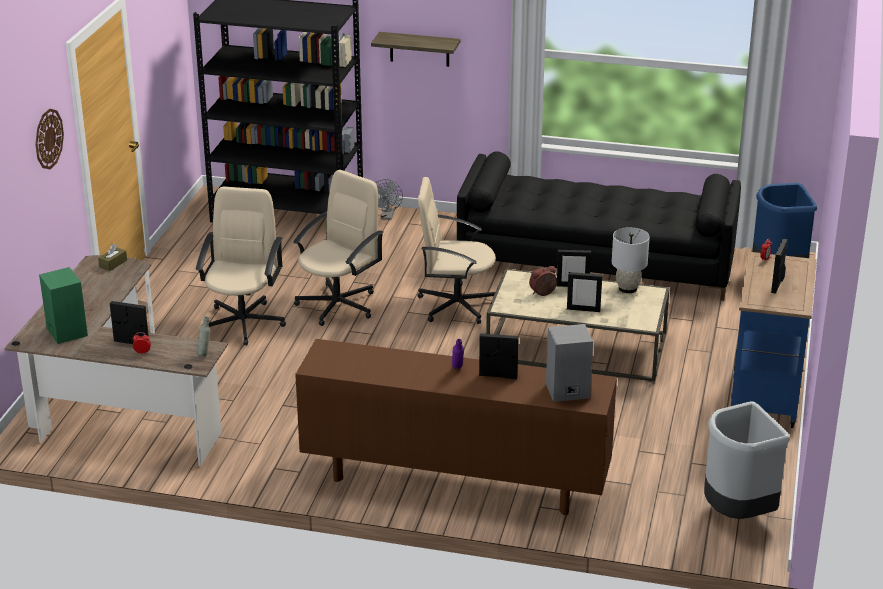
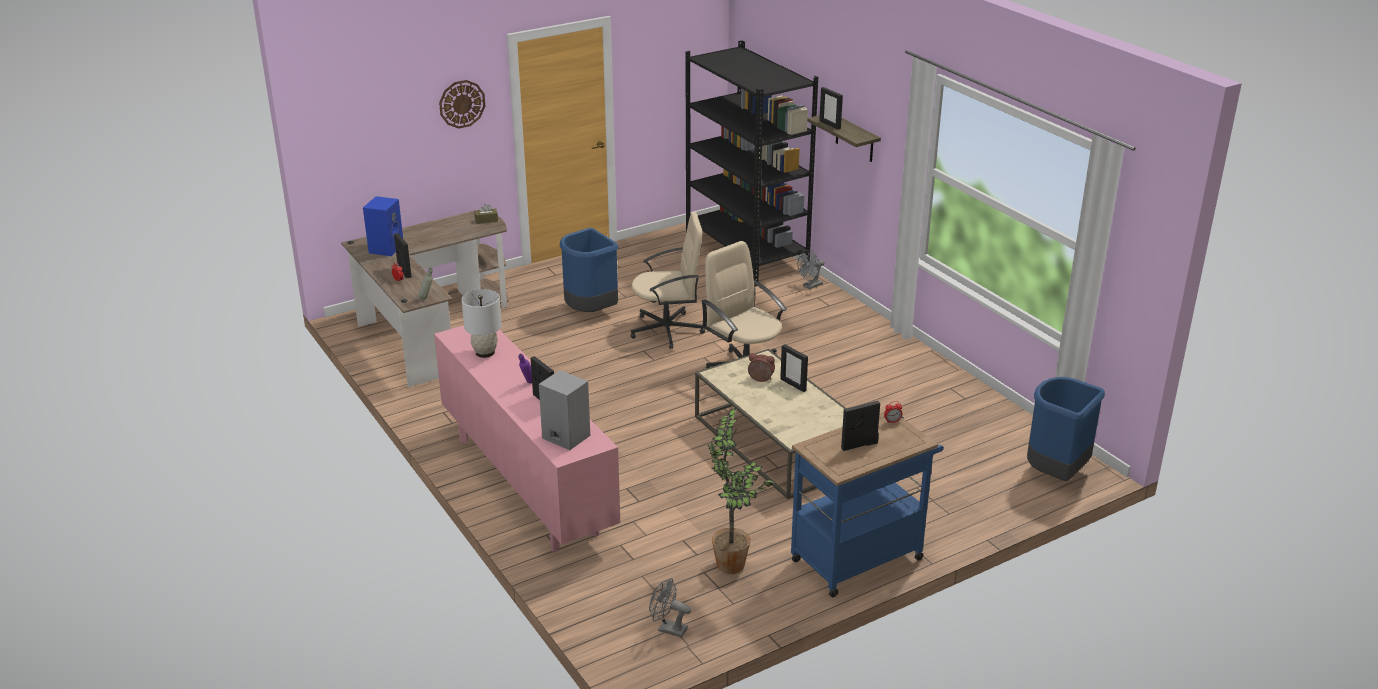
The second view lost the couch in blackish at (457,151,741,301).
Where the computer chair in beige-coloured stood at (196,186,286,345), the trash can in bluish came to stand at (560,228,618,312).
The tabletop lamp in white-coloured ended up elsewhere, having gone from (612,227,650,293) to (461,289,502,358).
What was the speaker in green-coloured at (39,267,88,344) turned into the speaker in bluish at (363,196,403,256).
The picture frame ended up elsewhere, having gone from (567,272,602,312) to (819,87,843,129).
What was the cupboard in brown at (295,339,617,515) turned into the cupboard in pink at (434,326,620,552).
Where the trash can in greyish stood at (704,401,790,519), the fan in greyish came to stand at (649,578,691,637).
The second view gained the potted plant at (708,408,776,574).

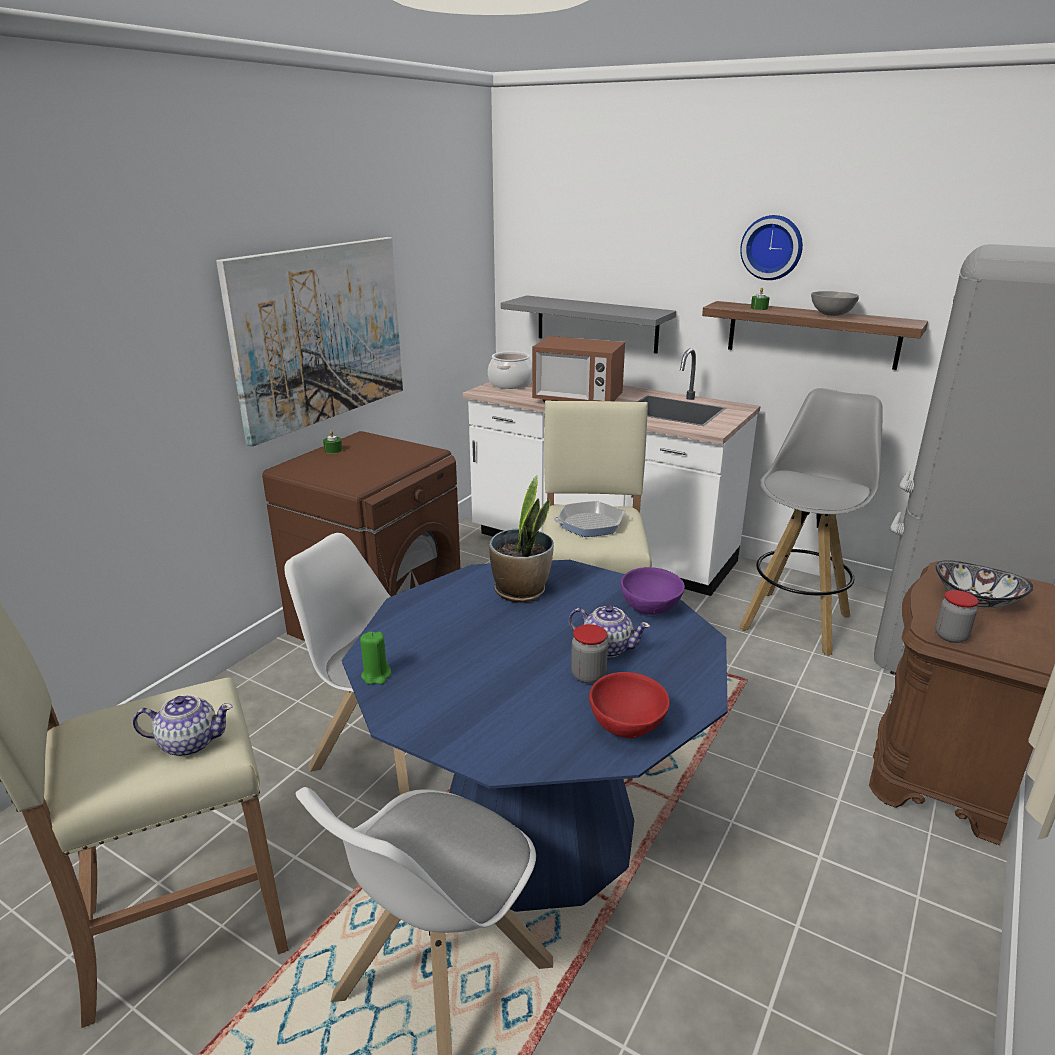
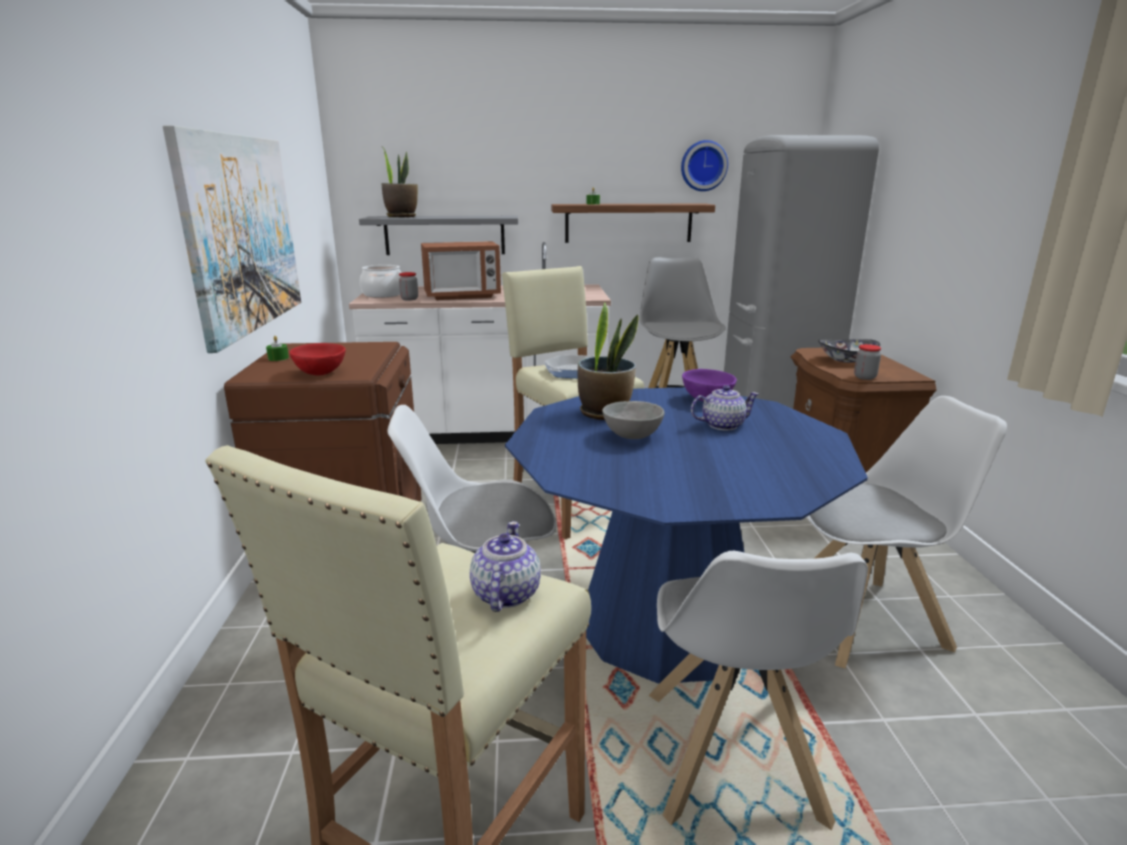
The hanging clock ended up elsewhere, having gone from (740,215,803,280) to (681,140,728,191).
The bowl in greyish ended up elsewhere, having gone from (811,291,859,316) to (602,401,664,439).
The preserve jar ended up elsewhere, having gone from (571,624,608,684) to (399,272,418,300).
The second view lost the candle in green-coloured at (360,631,391,684).
The bowl in reddish ended up elsewhere, having gone from (589,672,670,738) to (289,343,346,376).
The teapot at (133,695,233,757) ended up facing another way, 45 degrees counterclockwise from before.
The second view gained the potted plant at (382,148,418,218).
The second view gained the upright chair at (807,396,1007,668).

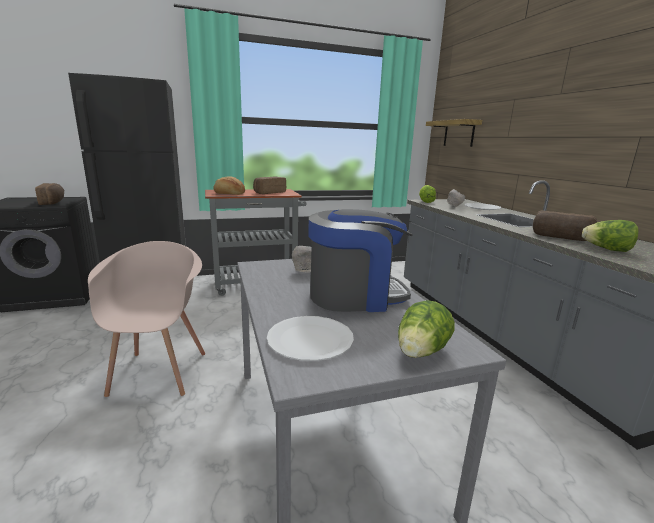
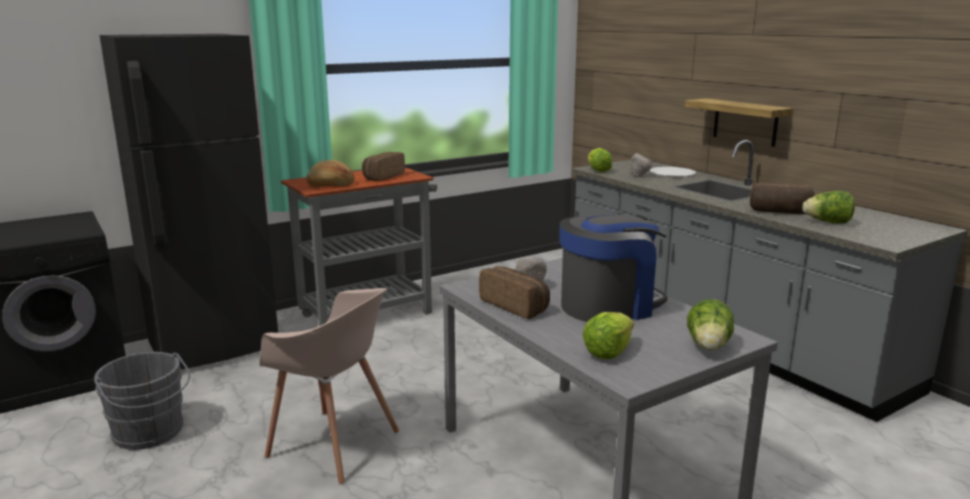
The shelf ended up elsewhere, having gone from (426,119,482,147) to (685,98,793,147).
The bread ended up elsewhere, having gone from (35,183,64,205) to (479,266,550,319).
The upright chair in beige-coloured at (88,241,205,397) ended up facing another way, 135 degrees clockwise from before.
Where the dinner plate in white-coloured stood at (267,316,354,361), the lettuce head came to stand at (583,312,634,359).
The second view gained the bucket in greyish at (94,352,190,450).

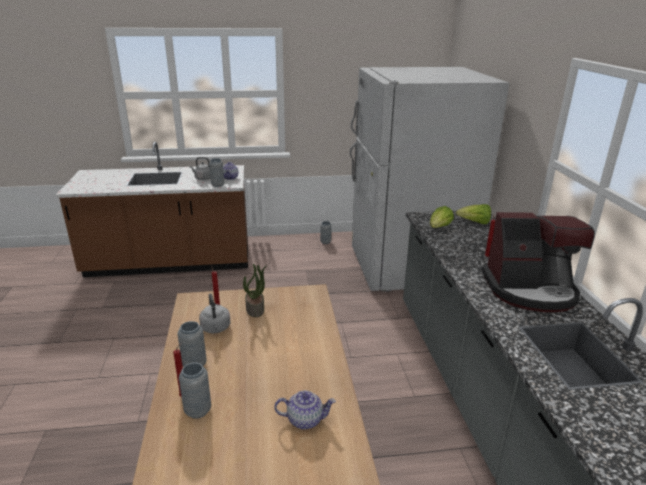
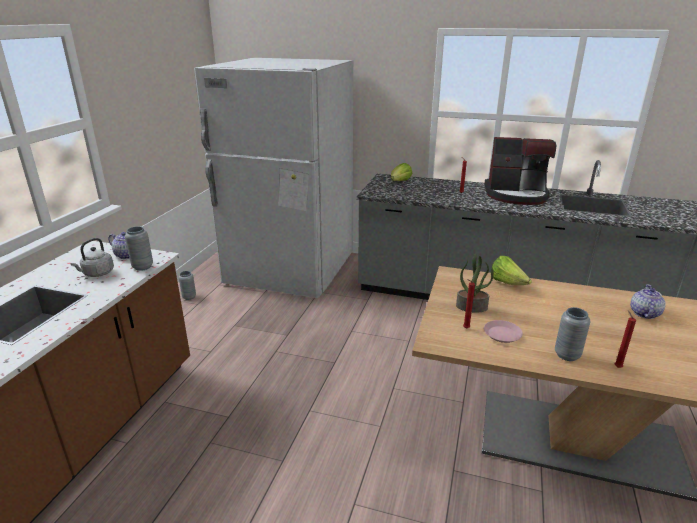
The lettuce head ended up elsewhere, having gone from (430,206,454,228) to (492,256,532,285).
The coffee brewer at (482,212,595,312) ended up facing another way, 75 degrees clockwise from before.
Where the kettle in greyish stood at (199,294,230,333), the dinner plate in pink came to stand at (484,320,523,343).
The second view lost the vase in greyish at (179,363,211,419).

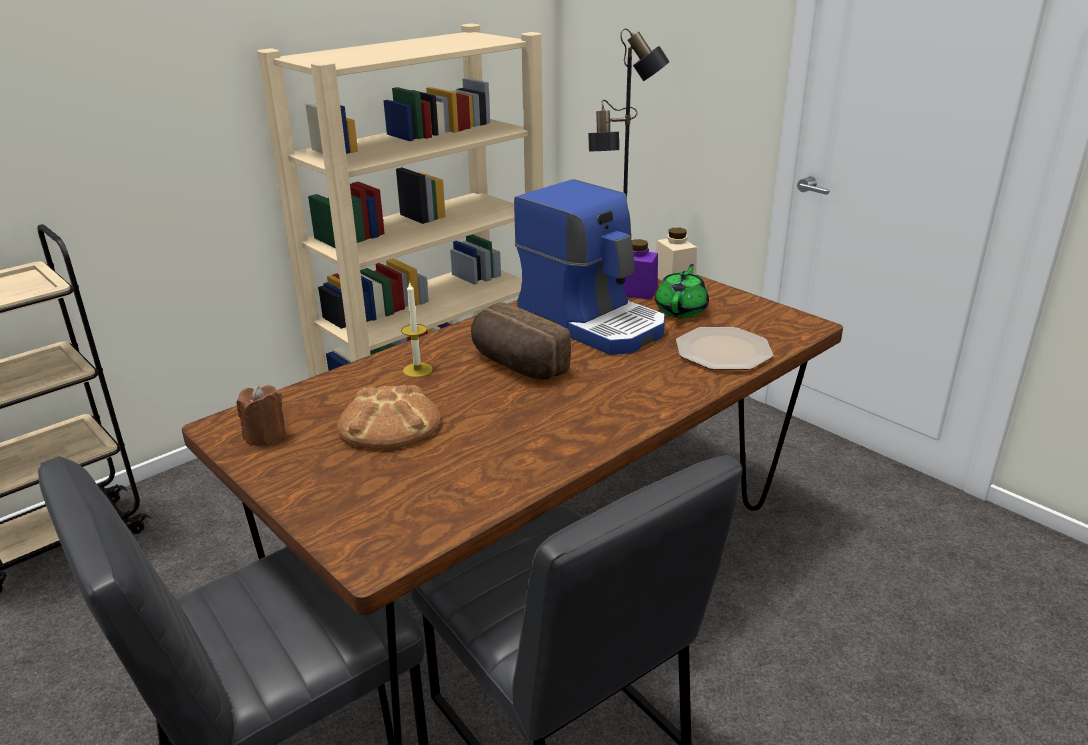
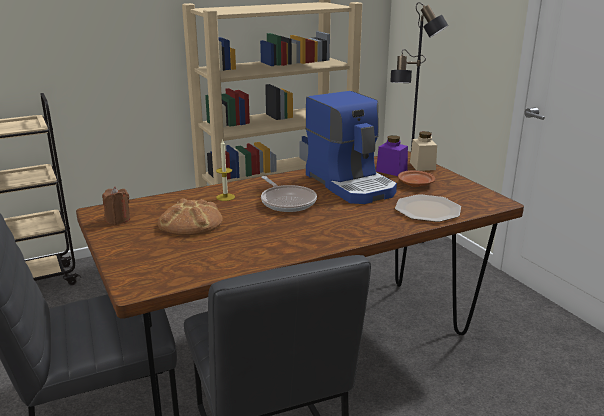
Where the teapot in green-coloured stood at (655,264,709,318), the dinner plate in brown came to stand at (398,170,435,187).
Where the bread stood at (471,302,571,380), the pan came to stand at (261,176,317,212).

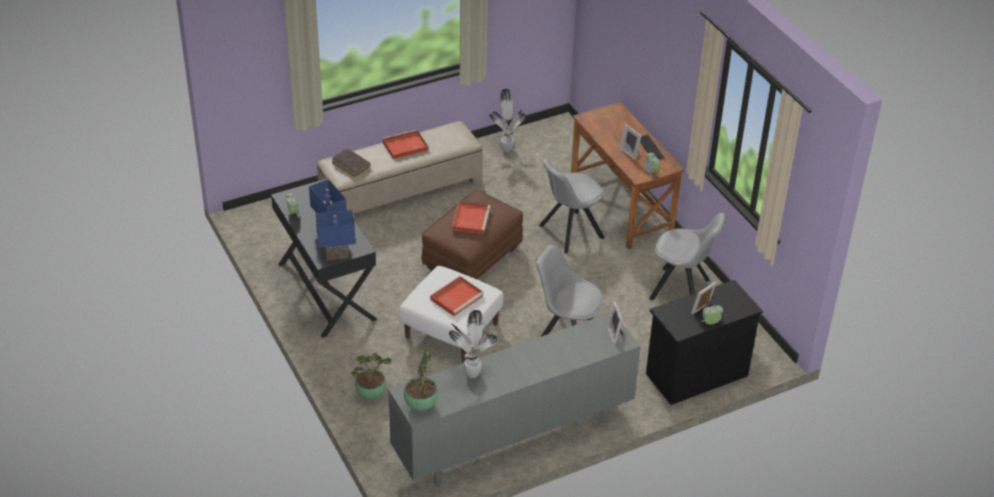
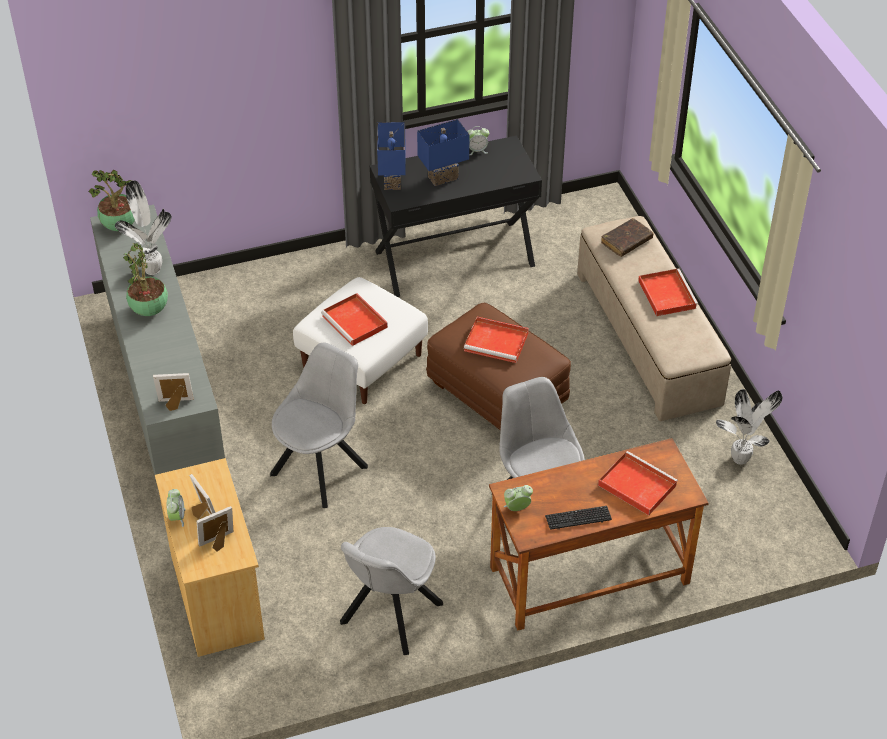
The picture frame ended up elsewhere, having gone from (620,125,642,160) to (196,506,233,551).
What was the drawer chest in blackish at (646,280,763,405) turned into the drawer chest in beige-coloured at (155,458,265,657).
The potted plant ended up elsewhere, having gone from (351,353,392,400) to (123,243,168,316).
The second view gained the carrying tray in reddish at (598,451,678,515).

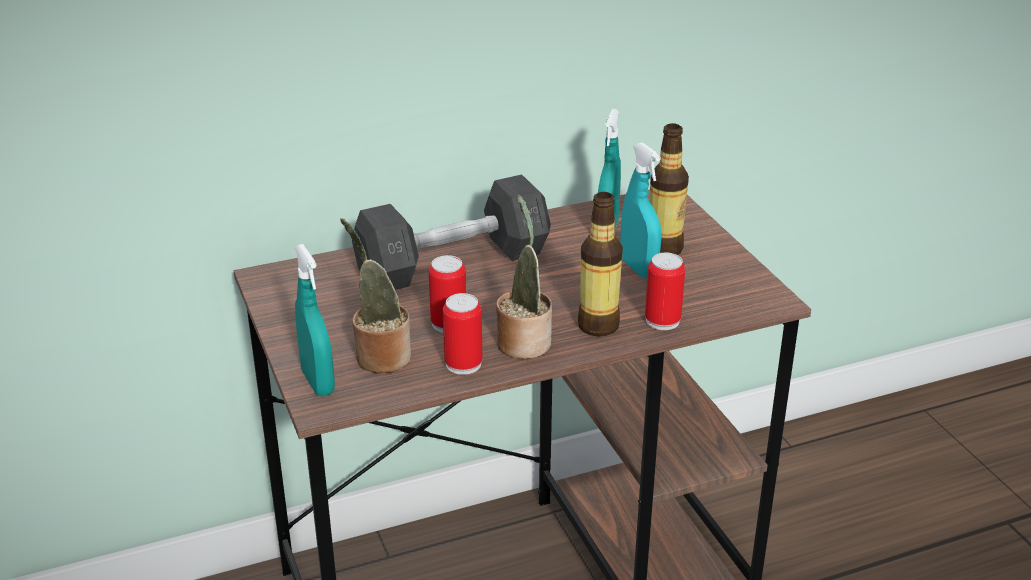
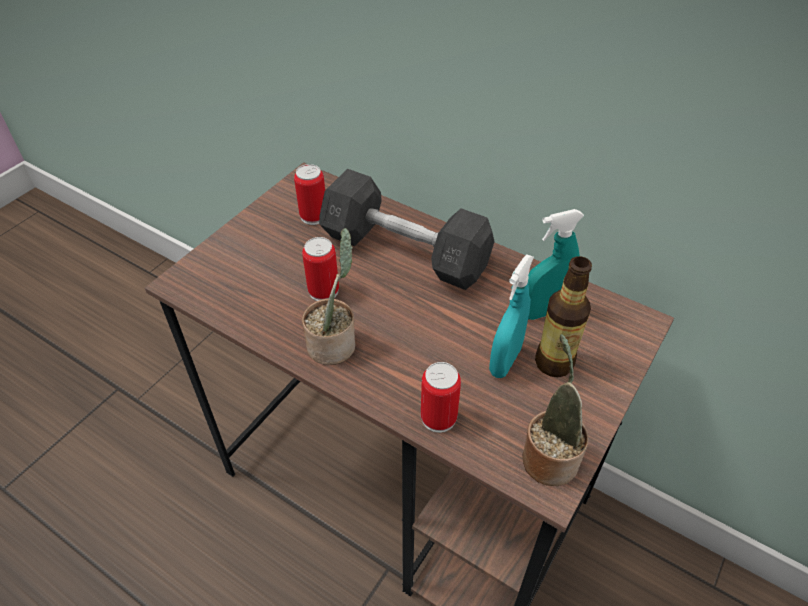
The second view lost the beverage bottle at (578,192,623,337).
The potted plant ended up elsewhere, having gone from (341,218,411,374) to (522,334,588,486).
The second view lost the hand sprayer in blue-green at (295,244,335,396).
The can ended up elsewhere, having gone from (443,293,482,375) to (294,164,325,225).

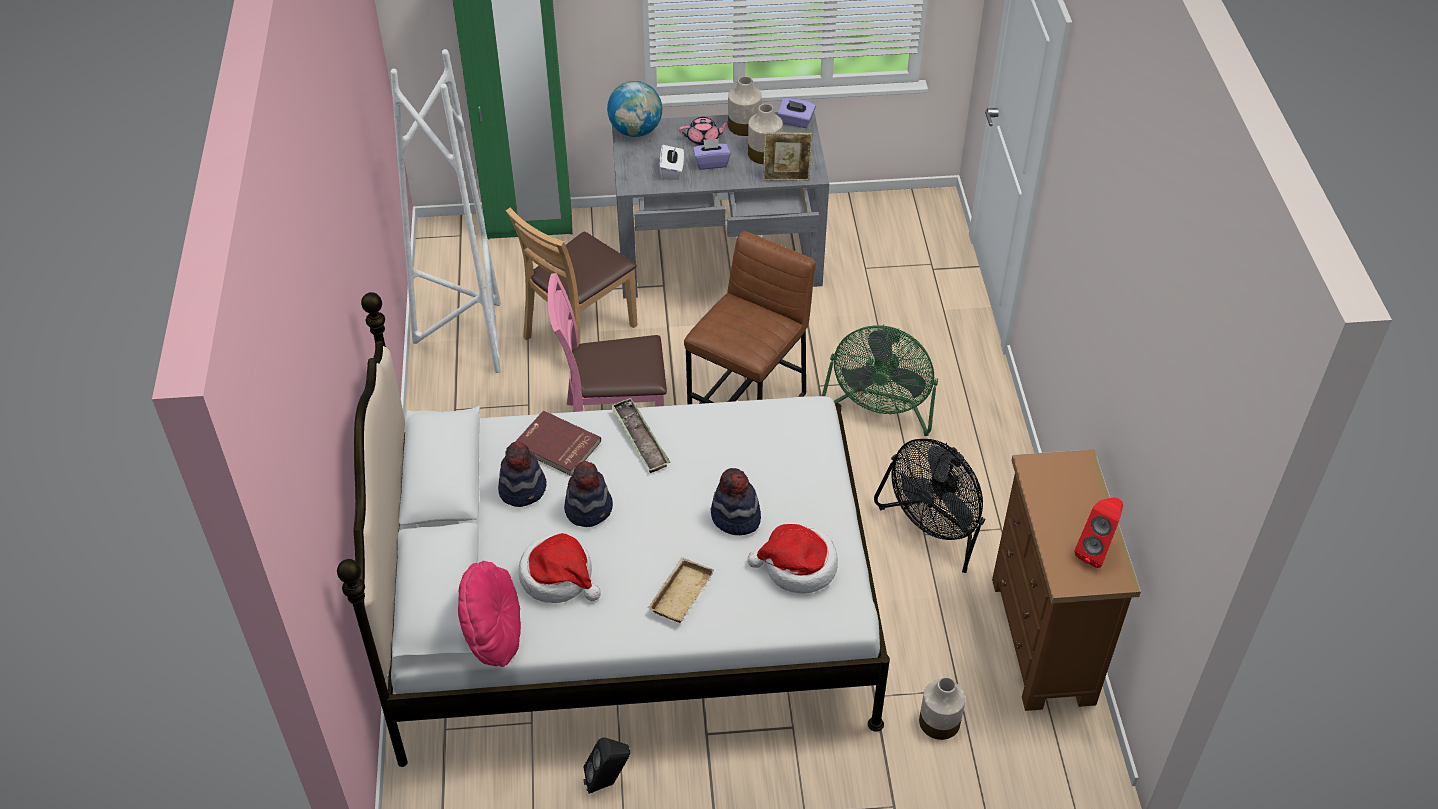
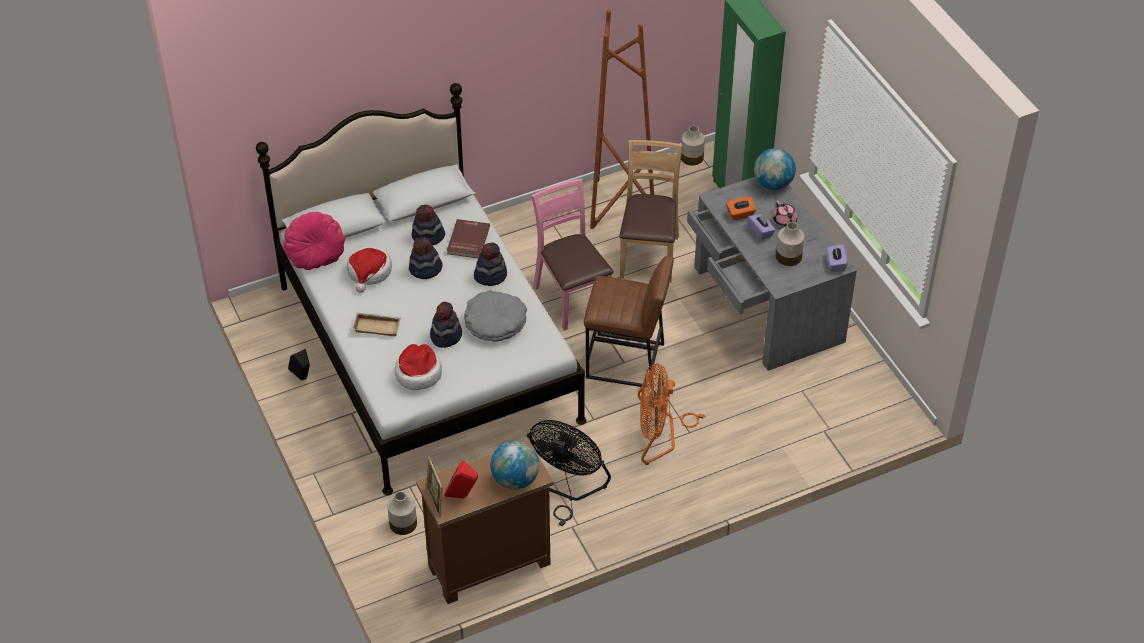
What was the clothes rack in white-coloured at (391,49,501,373) turned into the clothes rack in brown at (590,9,654,229).
The vase in beige-coloured ended up elsewhere, having gone from (728,76,762,136) to (681,126,705,166).
The picture frame ended up elsewhere, having gone from (763,132,813,181) to (426,456,443,517).
What was the tissue holder in white-coloured at (660,145,684,180) turned into the tissue holder in orange-coloured at (726,196,756,221).
The upright chair in brown at (506,207,637,344) ended up facing another way, 75 degrees clockwise from before.
What was the fan in green-coloured at (822,325,938,436) turned into the fan in orange-coloured at (638,363,704,466).
Where the carrying tray stood at (610,397,670,473), the clothing hat came to stand at (474,242,507,286).
The fan in blackish at (874,439,985,573) ended up facing another way, 90 degrees clockwise from before.
The second view gained the throw pillow in greyish at (464,290,527,342).
The second view gained the world globe at (490,441,539,490).

